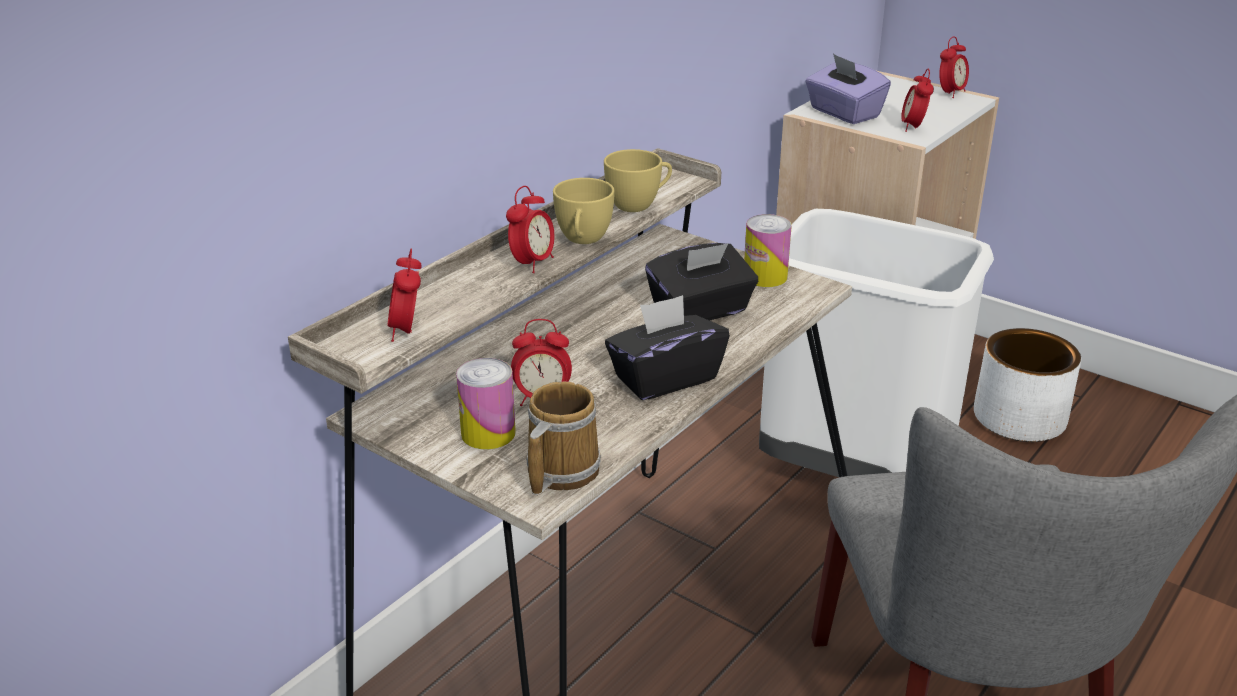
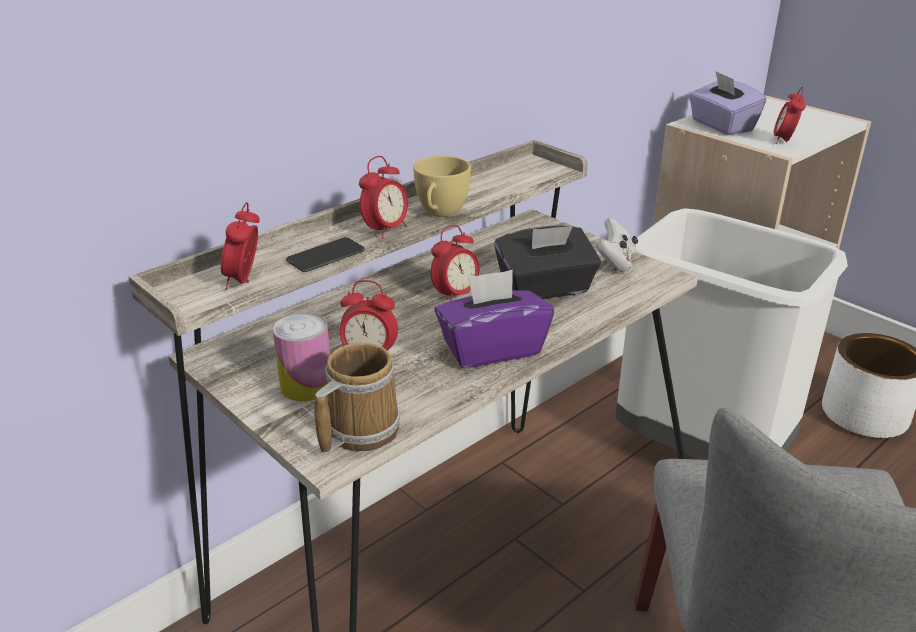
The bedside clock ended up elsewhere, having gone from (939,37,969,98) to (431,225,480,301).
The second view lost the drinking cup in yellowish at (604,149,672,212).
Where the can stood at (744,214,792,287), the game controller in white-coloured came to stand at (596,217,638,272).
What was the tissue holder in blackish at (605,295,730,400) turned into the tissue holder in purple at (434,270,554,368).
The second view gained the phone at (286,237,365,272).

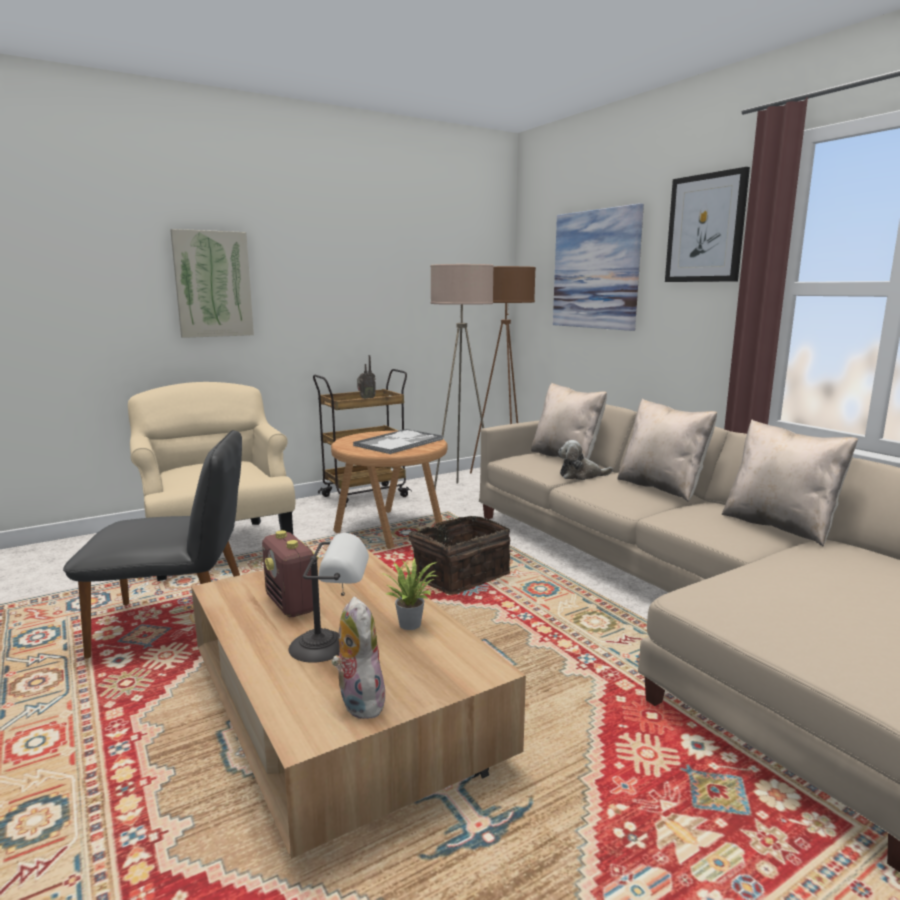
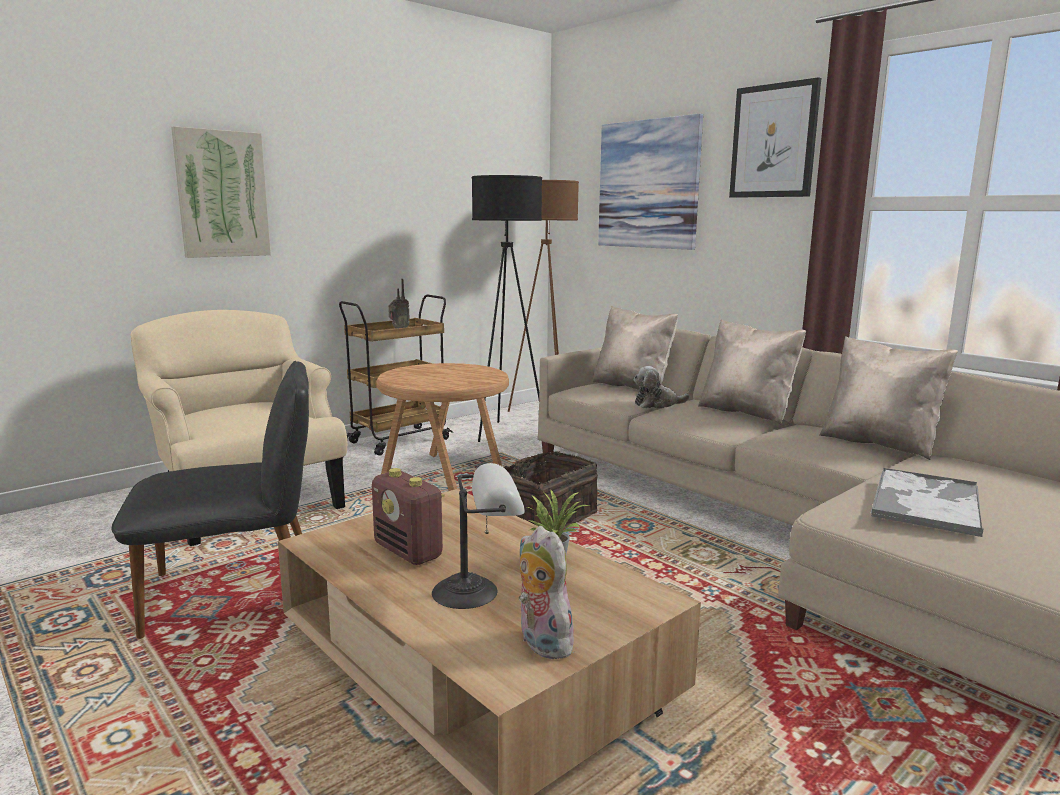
What was the standing lamp in beige-coloured at (430,264,494,490) turned into the standing lamp in blackish at (472,175,542,442).
The carrying tray ended up elsewhere, having gone from (353,429,443,454) to (871,468,983,537).

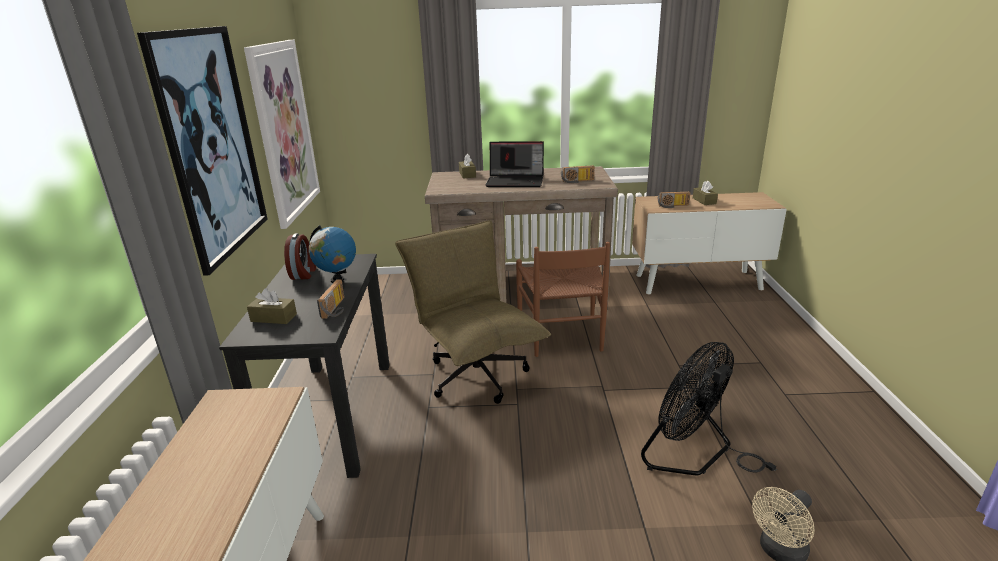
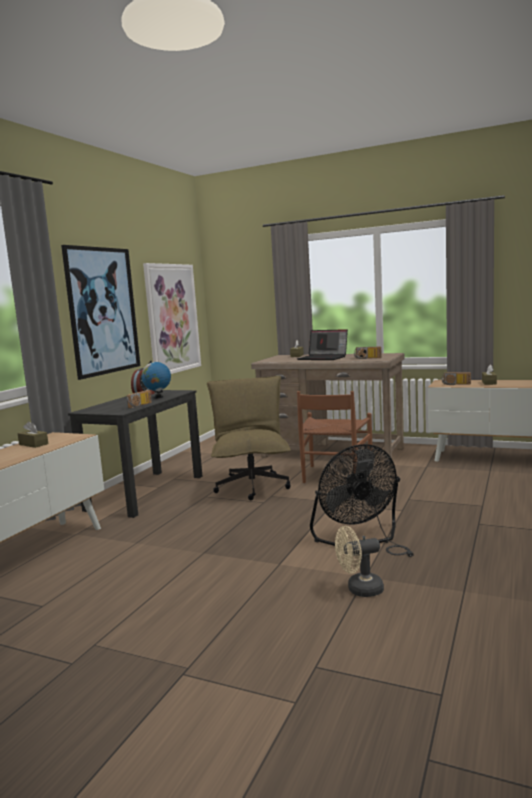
The tissue holder in brown ended up elsewhere, having gone from (247,288,297,324) to (18,421,48,448).

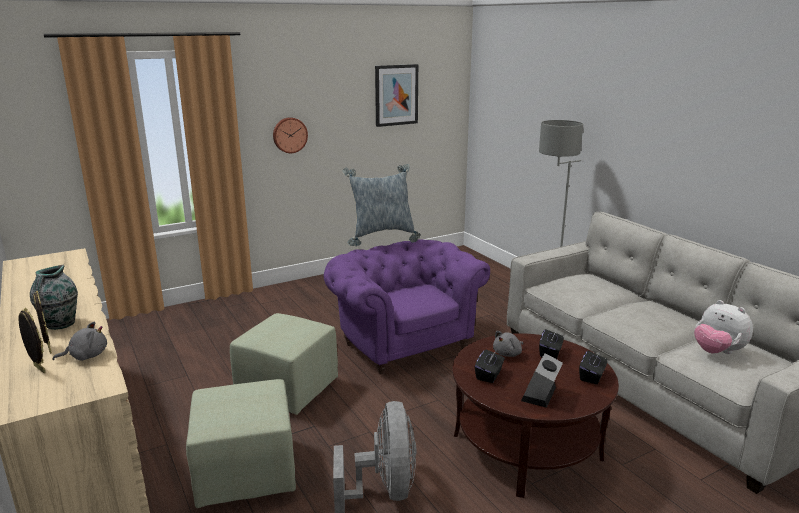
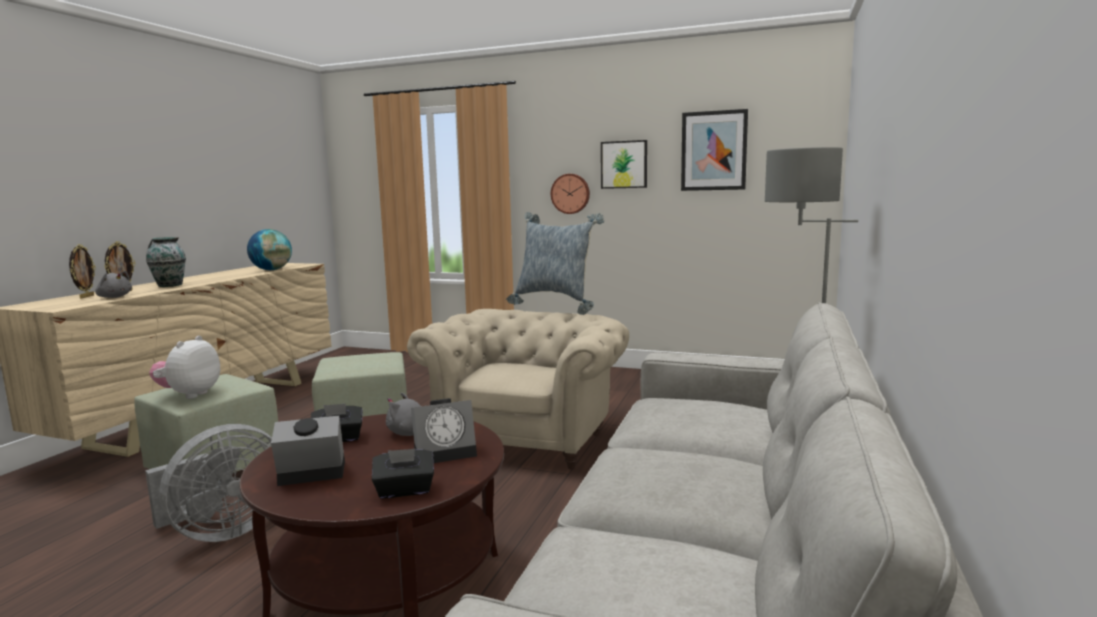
What was the armchair in purple at (324,239,490,374) turned into the armchair in beige-coloured at (407,309,629,470).
The plush toy ended up elsewhere, having gone from (694,300,753,354) to (149,336,220,399).
Where the tissue holder in blackish stood at (539,329,564,359), the bedside clock came to stand at (411,398,477,463).
The second view gained the wall art at (601,140,647,189).
The second view gained the world globe at (247,229,292,270).

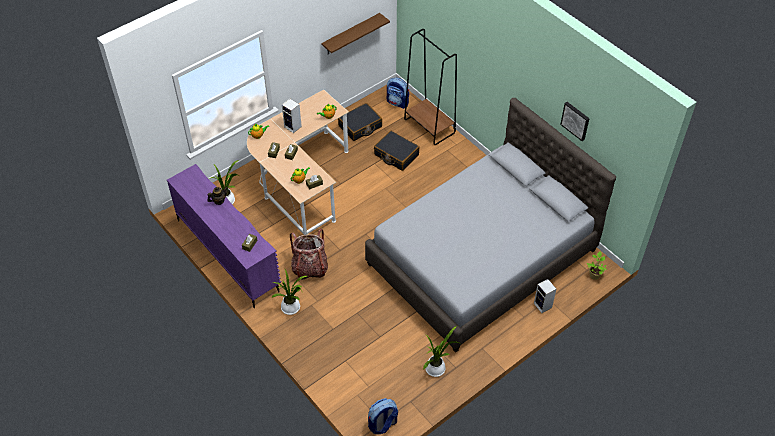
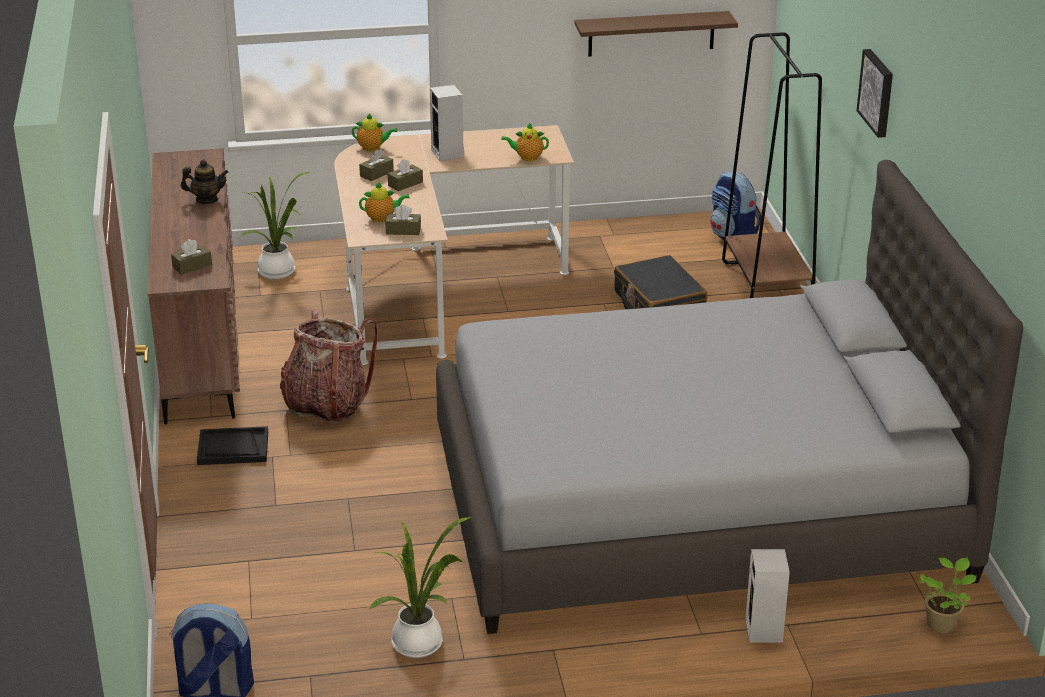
The wall art ended up elsewhere, having gone from (560,102,590,141) to (856,49,893,138).
The second view lost the suitcase in blackish at (338,103,382,141).
What was the drawer chest in purple at (167,164,281,308) turned into the drawer chest in brown at (148,148,240,425).
Where the potted plant stood at (271,269,307,315), the carrying tray in blackish came to stand at (197,426,268,465).

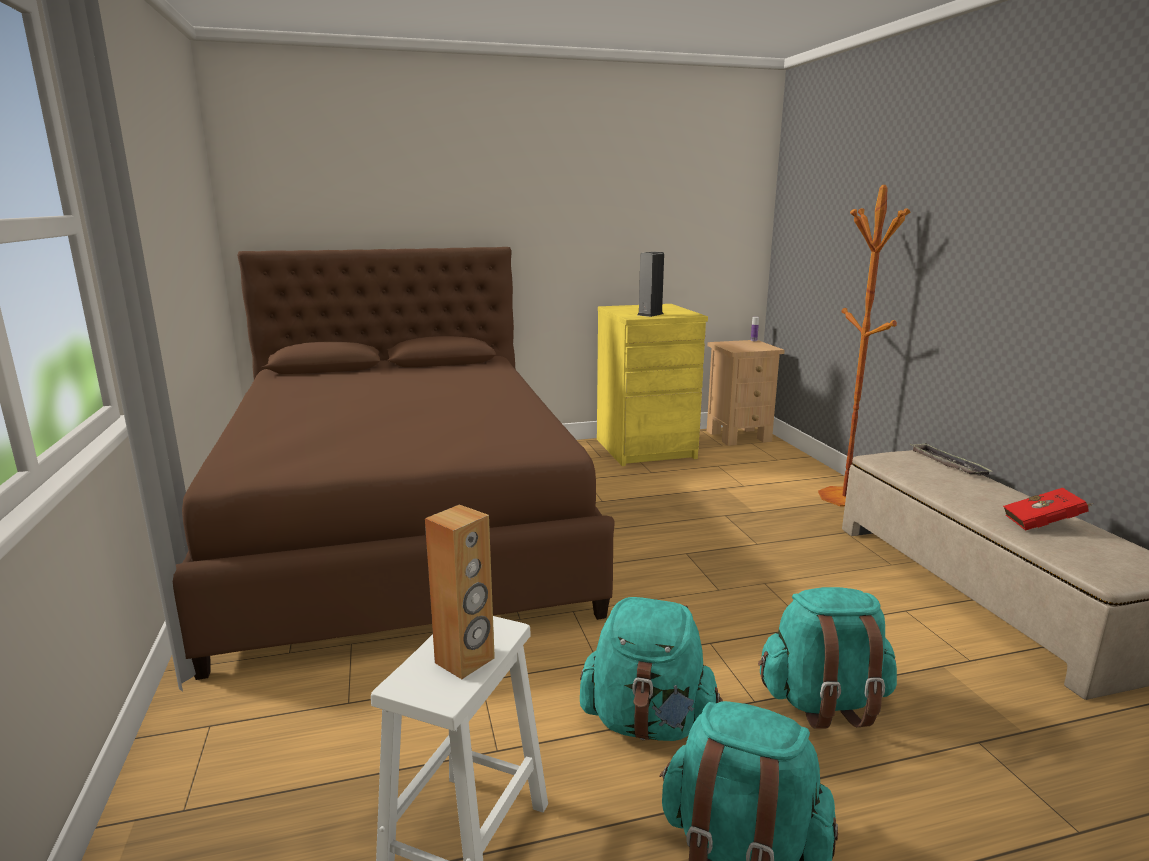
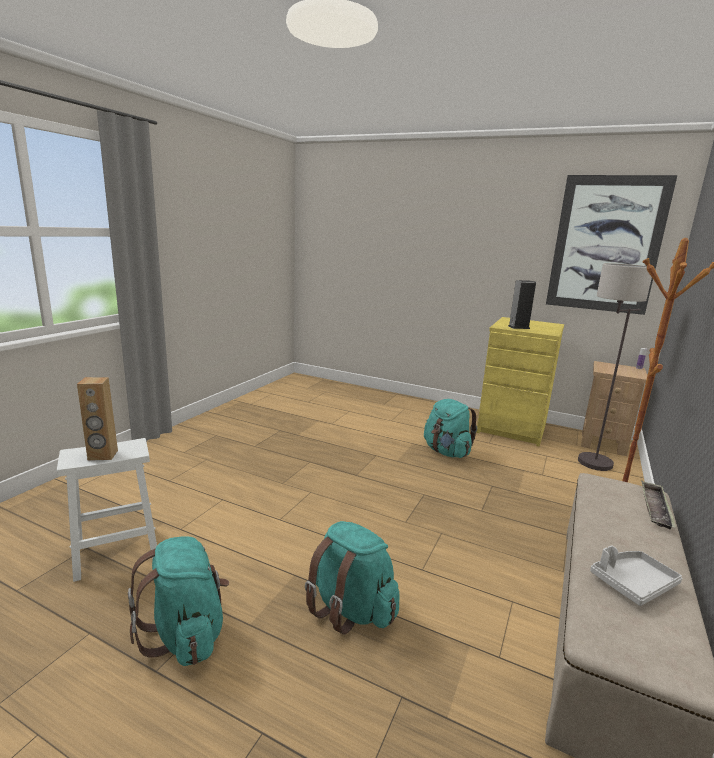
The second view lost the bed in brown at (173,247,614,680).
Where the volume in reddish stood at (1003,488,1093,530), the carrying tray in greyish came to stand at (590,545,682,606).
The backpack in blue-green ended up elsewhere, having gone from (580,597,723,741) to (424,399,477,458).
The second view gained the wall art at (546,175,677,315).
The second view gained the standing lamp in greyish at (578,263,652,471).

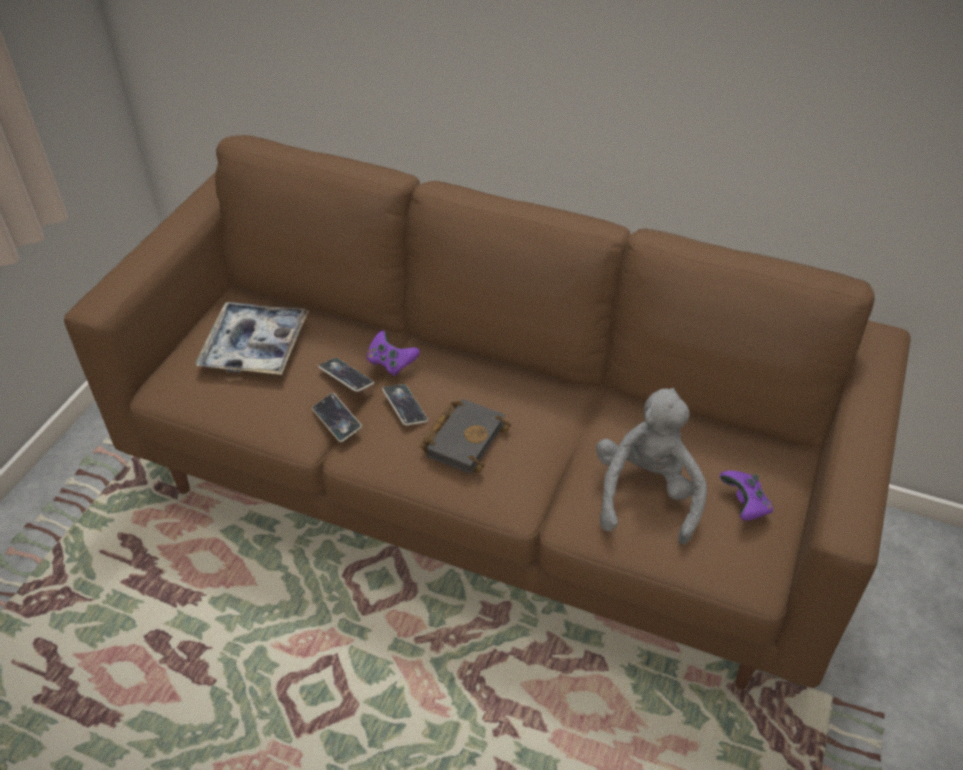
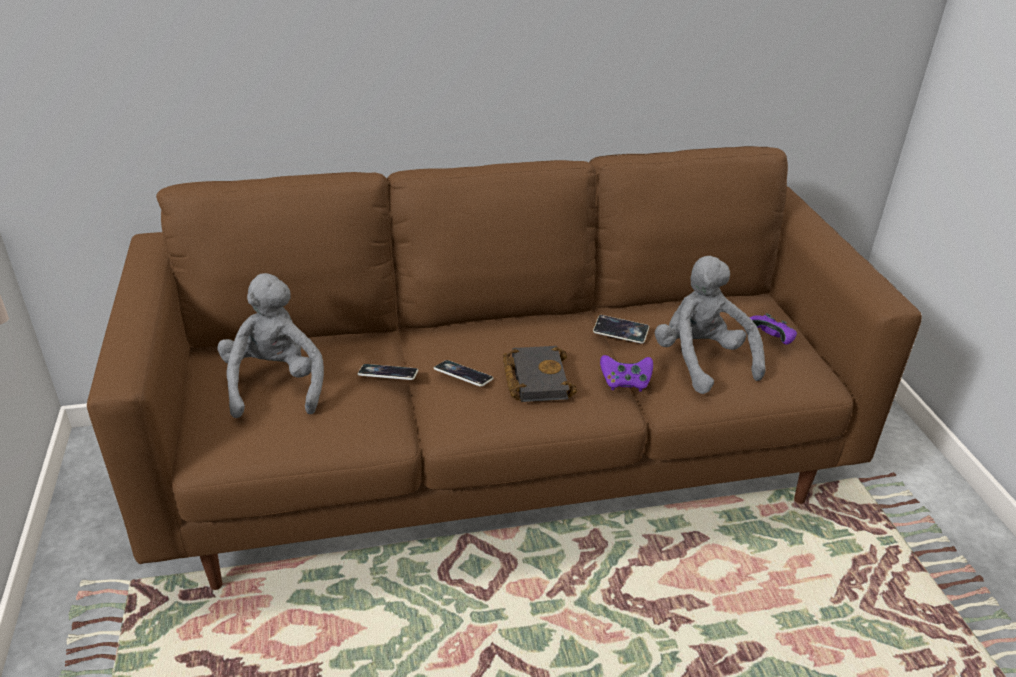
Where the carrying tray stood at (195,302,309,375), the plush toy in greyish came to stand at (217,273,324,418).
The game controller in purple ended up elsewhere, having gone from (367,331,420,376) to (600,355,653,392).
The phone ended up elsewhere, having gone from (312,393,362,442) to (593,315,649,344).

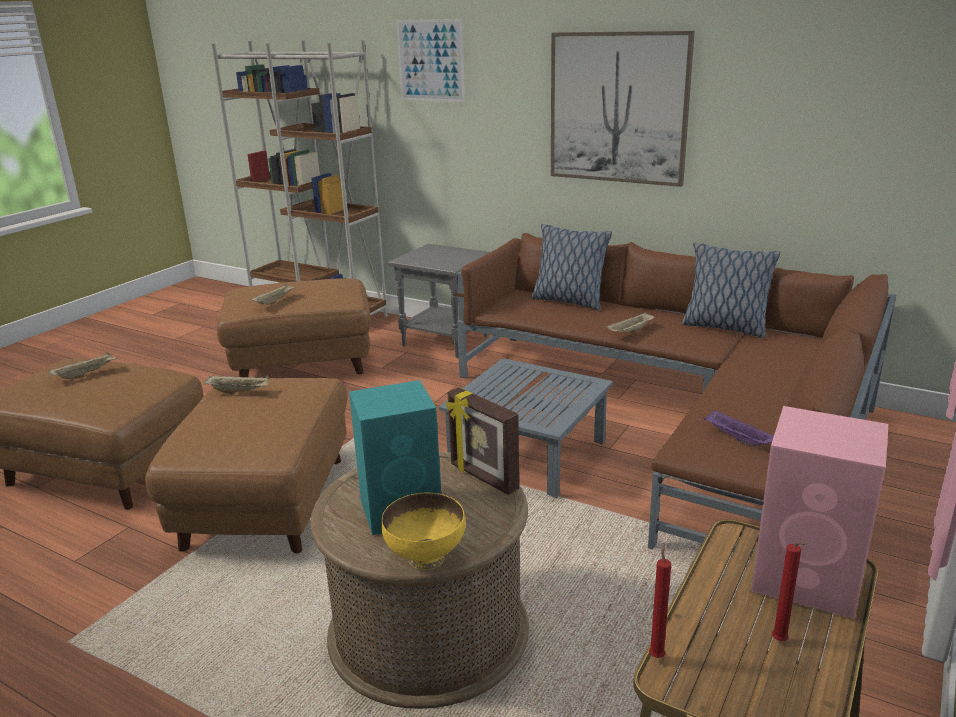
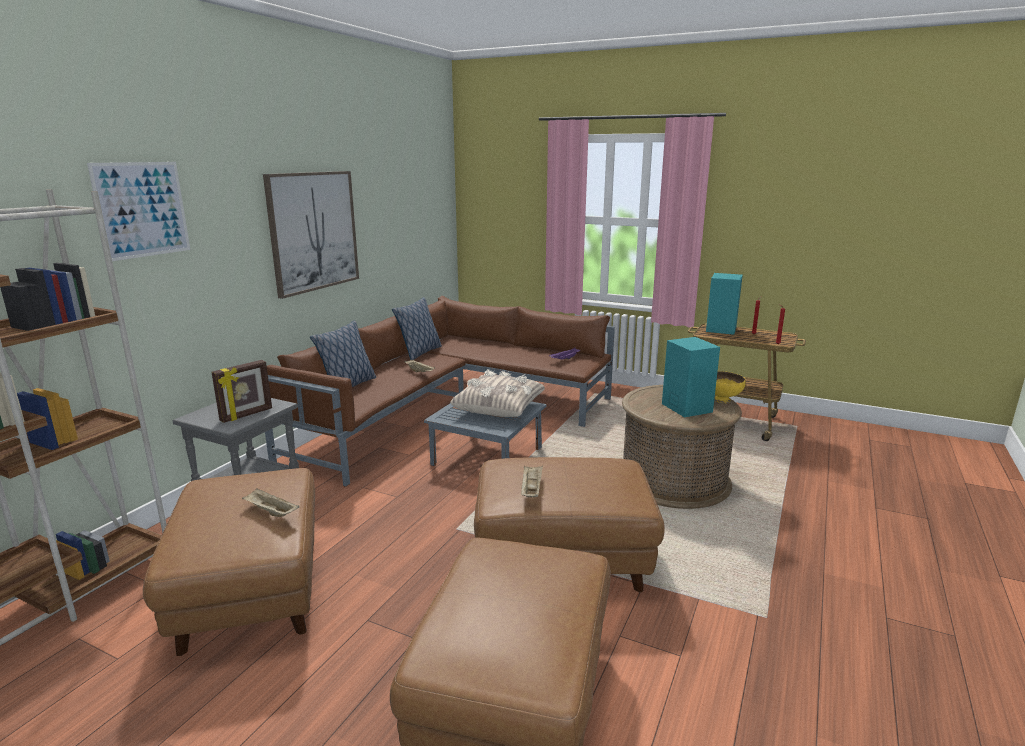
The second view lost the carrying tray in beige-coloured at (49,352,117,379).
The picture frame ended up elsewhere, having gone from (446,387,519,495) to (212,360,272,423).
What was the speaker in pink at (751,406,888,619) turned into the speaker in blue-green at (706,273,743,335).
The second view gained the throw pillow in beige-coloured at (450,369,545,417).

